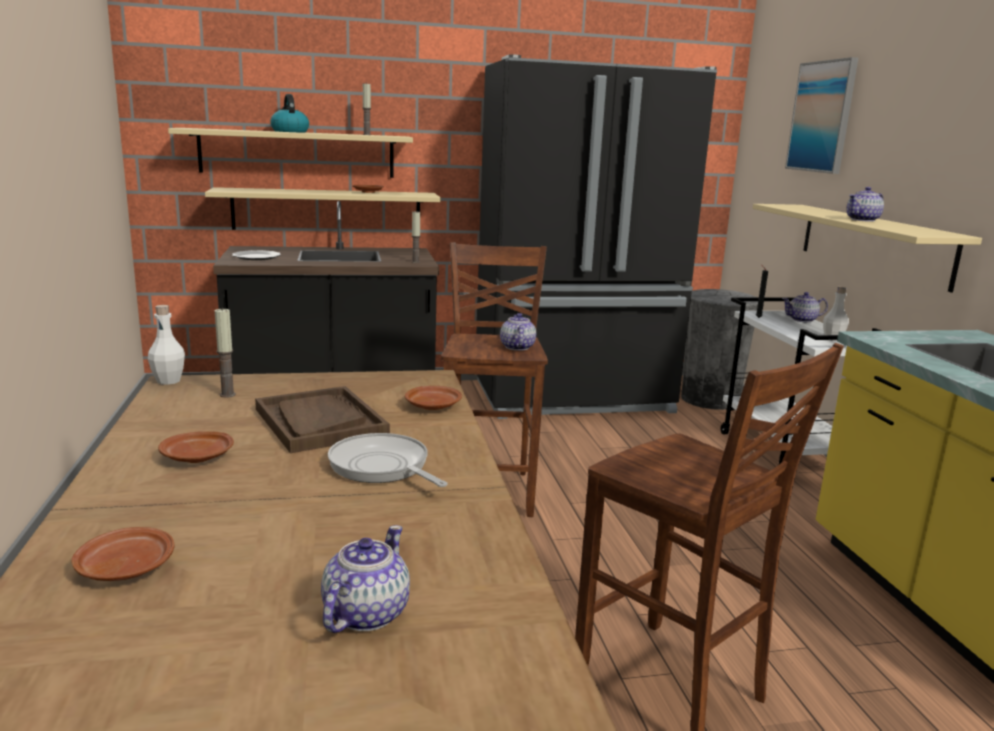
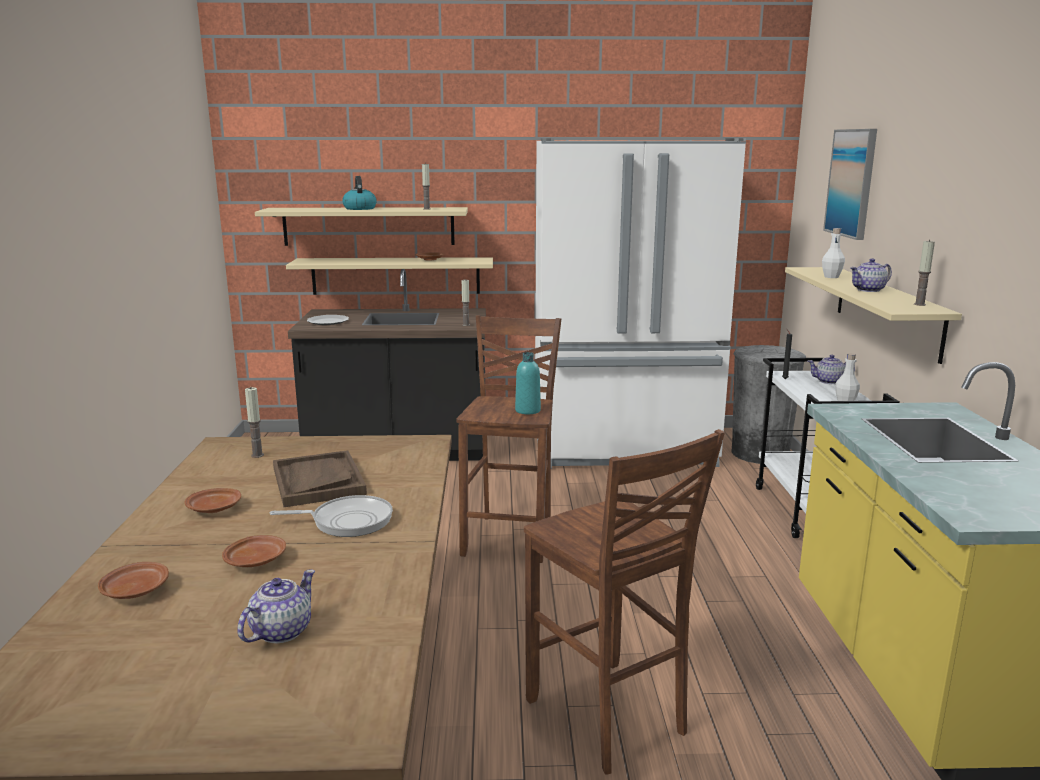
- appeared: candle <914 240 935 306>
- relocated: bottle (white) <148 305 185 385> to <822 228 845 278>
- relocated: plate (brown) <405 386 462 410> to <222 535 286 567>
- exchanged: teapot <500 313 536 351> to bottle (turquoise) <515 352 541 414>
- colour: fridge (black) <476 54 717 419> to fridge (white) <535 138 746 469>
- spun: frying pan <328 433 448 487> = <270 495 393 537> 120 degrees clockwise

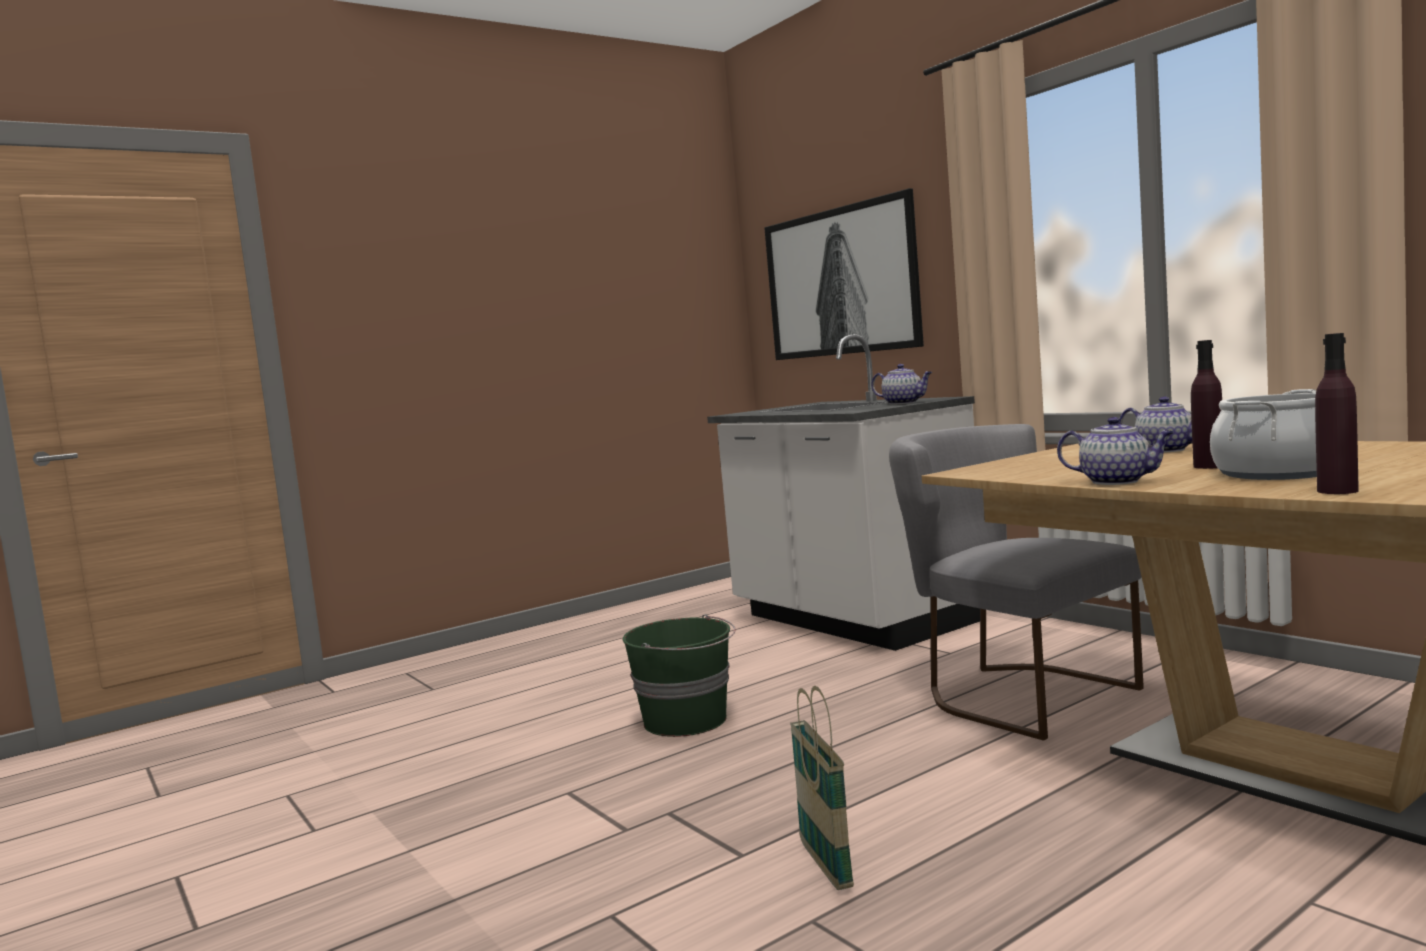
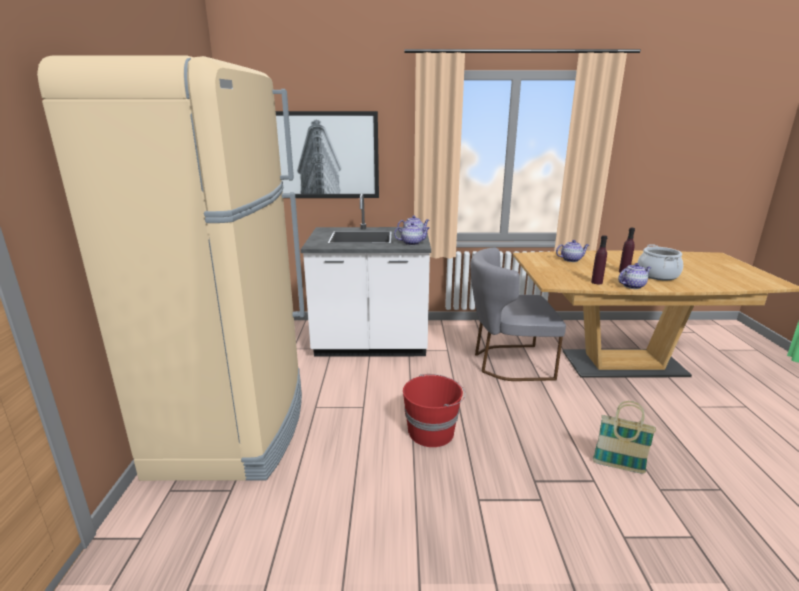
- appeared: fridge (beige) <37 56 305 481>
- appeared: teapot <394 222 430 245>
- relocated: bottle (purple) <1315 333 1359 494> to <591 235 607 284>
- colour: bucket (green) <623 614 736 737> to bucket (red) <403 374 466 447>

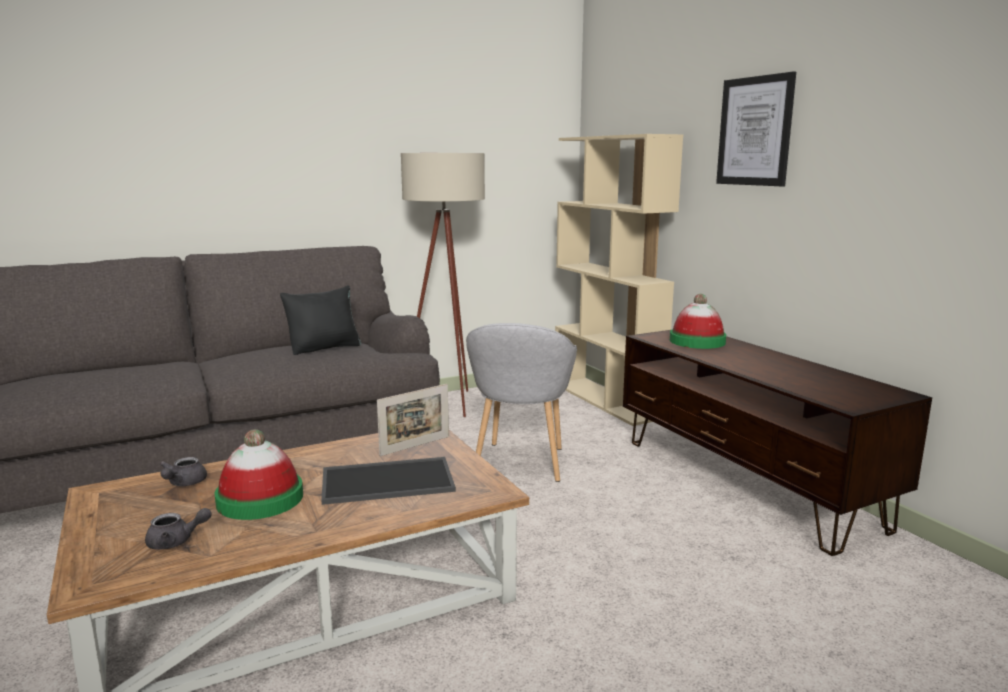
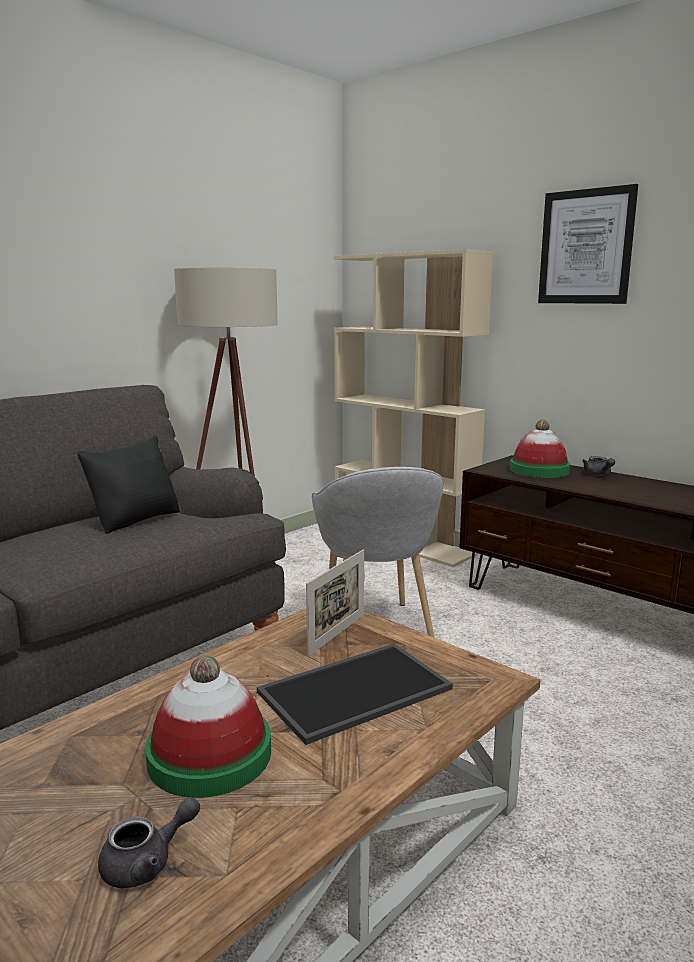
- relocated: teapot (grey) <160 457 207 486> to <582 456 615 476>

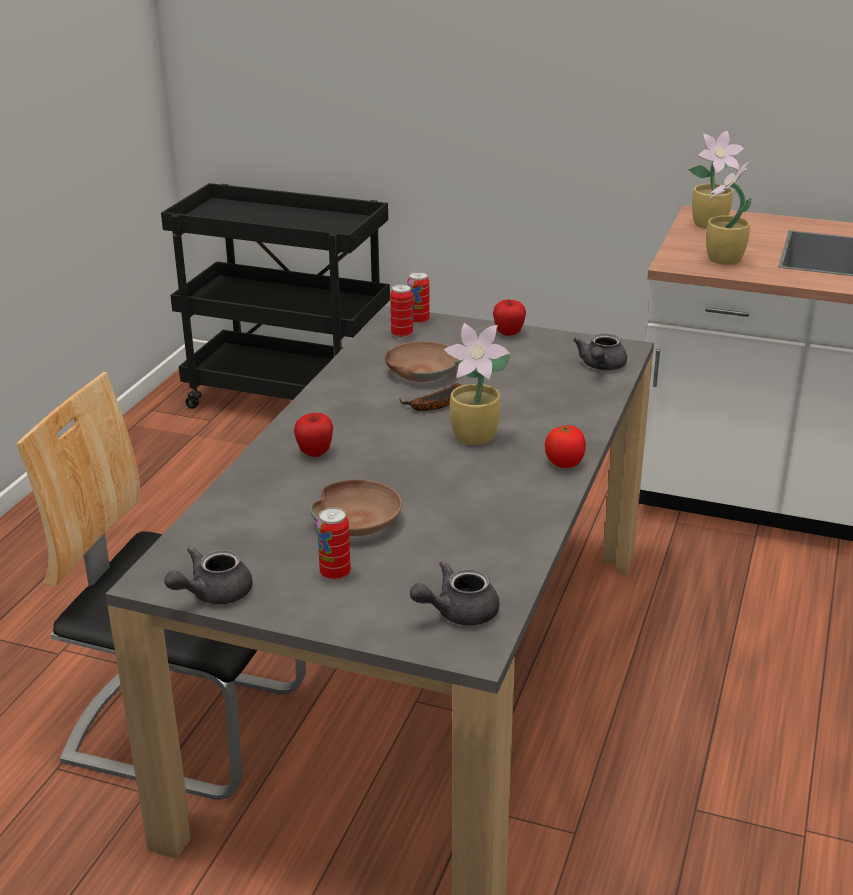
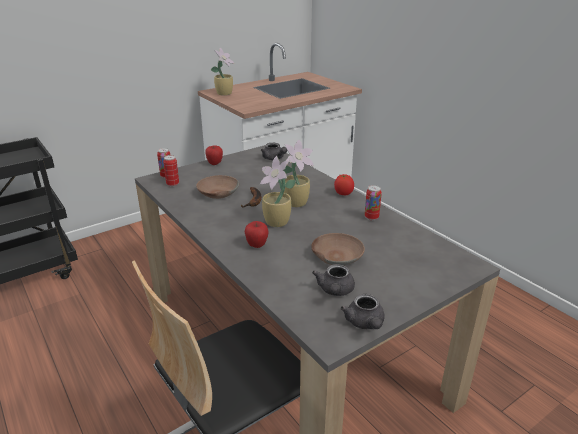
- relocated: can <317 507 351 581> to <365 185 382 220>
- relocated: teapot (grey) <410 560 499 626> to <312 264 355 296>
- relocated: potted plant <706 162 751 265> to <260 156 296 227>

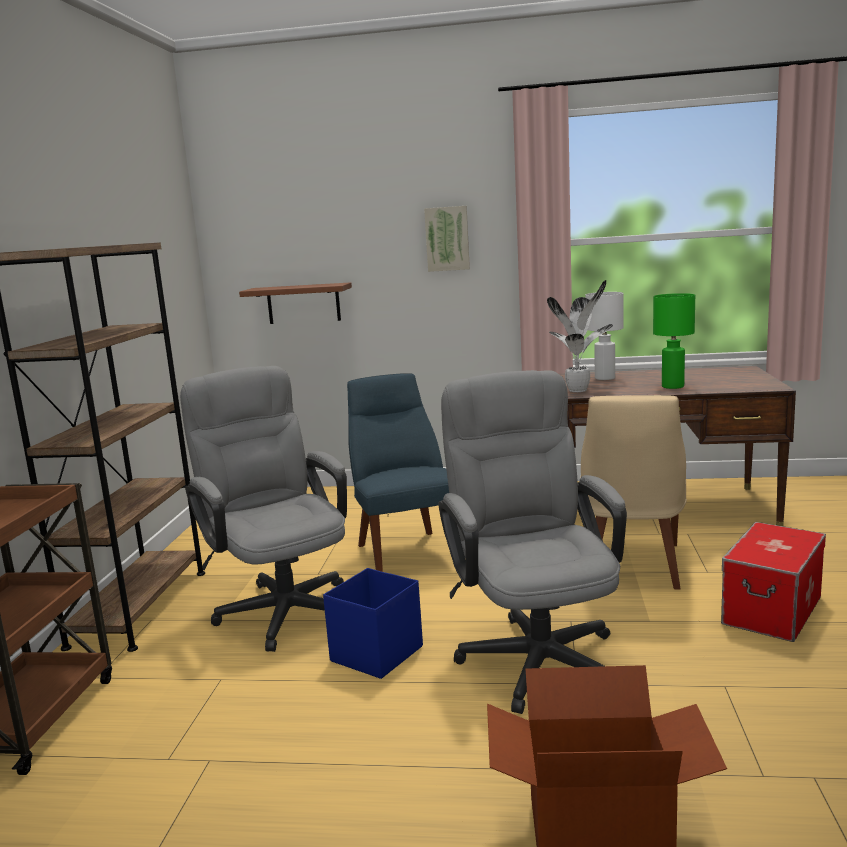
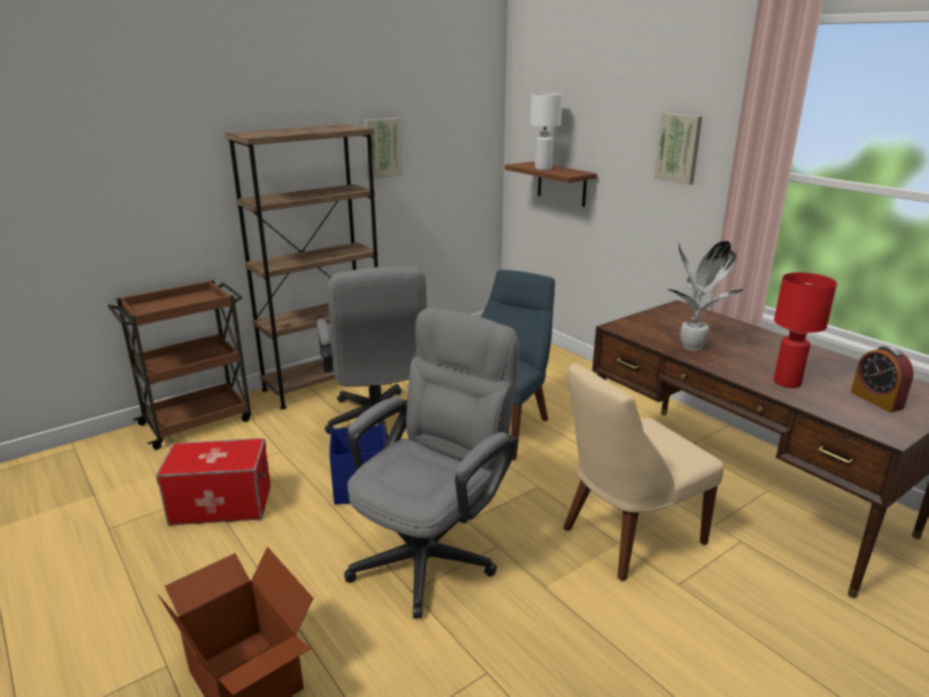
- appeared: picture <364 118 402 179>
- appeared: alarm clock <851 346 914 412>
- relocated: table lamp (white) <585 292 624 380> to <530 93 563 170>
- relocated: storage box <721 522 826 642> to <156 438 271 525>
- colour: table lamp (green) <653 293 695 389> to table lamp (red) <774 272 837 388>
- spun: office chair (grey) <180 366 347 652> = <317 266 427 441> 150 degrees clockwise

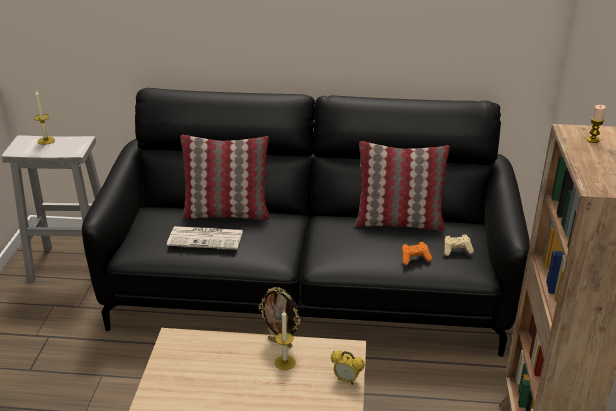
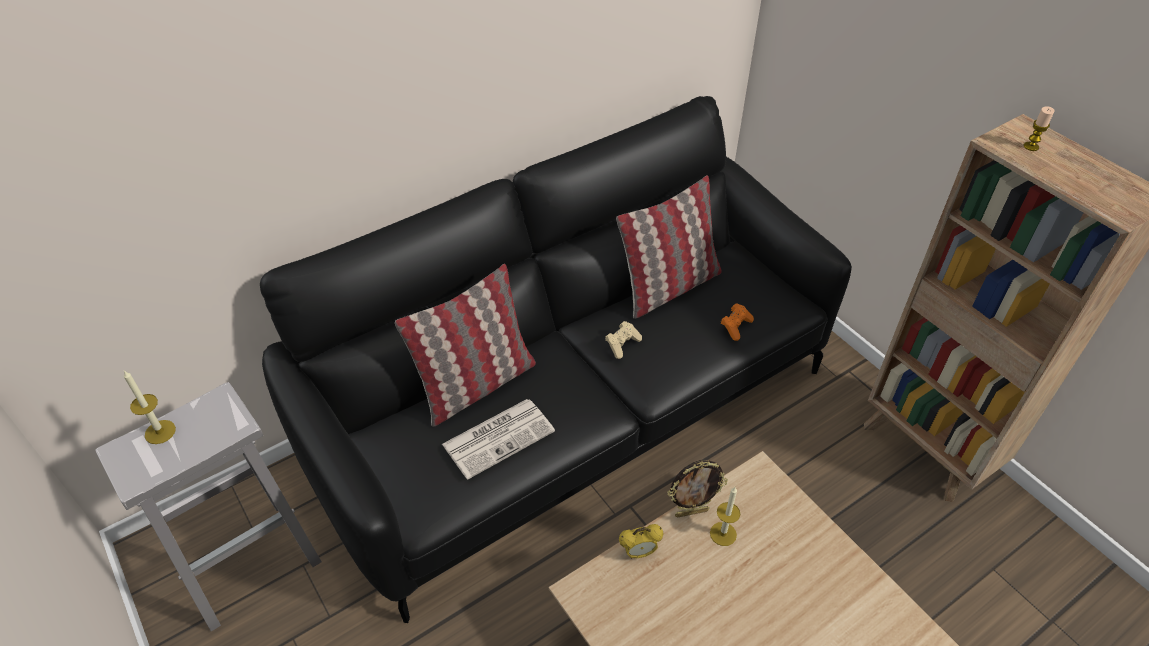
- relocated: alarm clock <331 350 365 385> to <619 524 663 559>
- relocated: game controller (beige) <444 234 474 256> to <605 321 642 359>

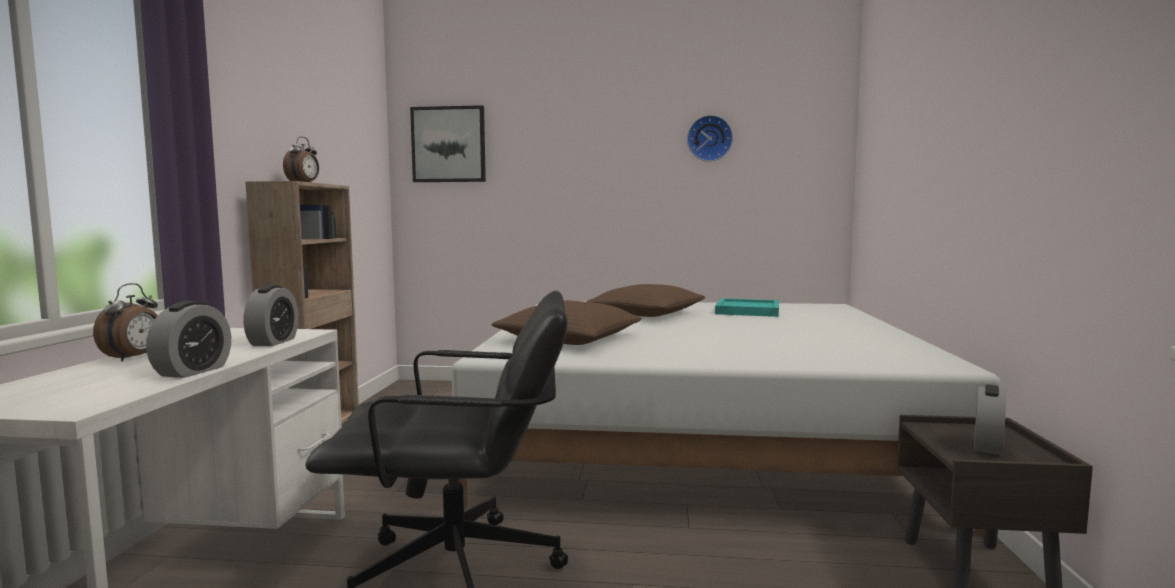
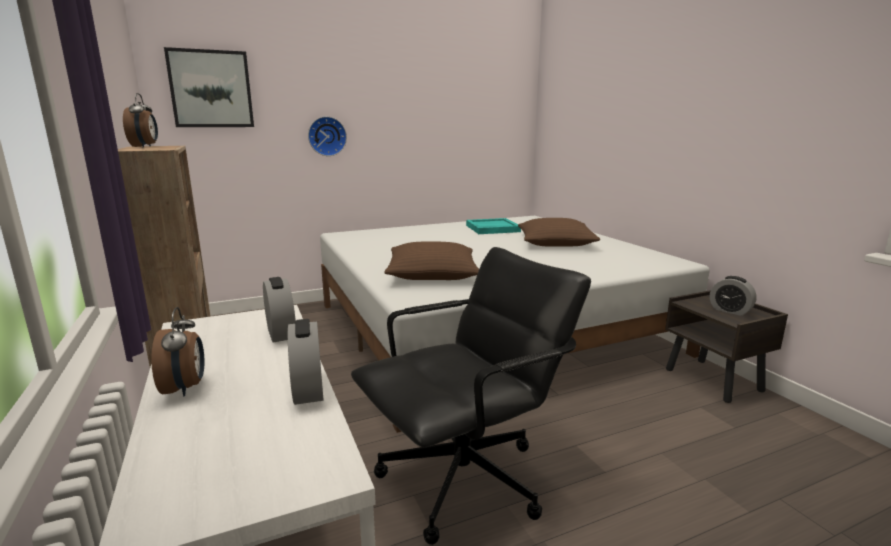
- relocated: pillow (brown) <587 284 705 317> to <518 218 600 246>
- relocated: wall clock <687 115 733 162> to <308 116 347 156>
- spun: alarm clock <974 385 1006 455> = <710 276 757 316> 135 degrees clockwise

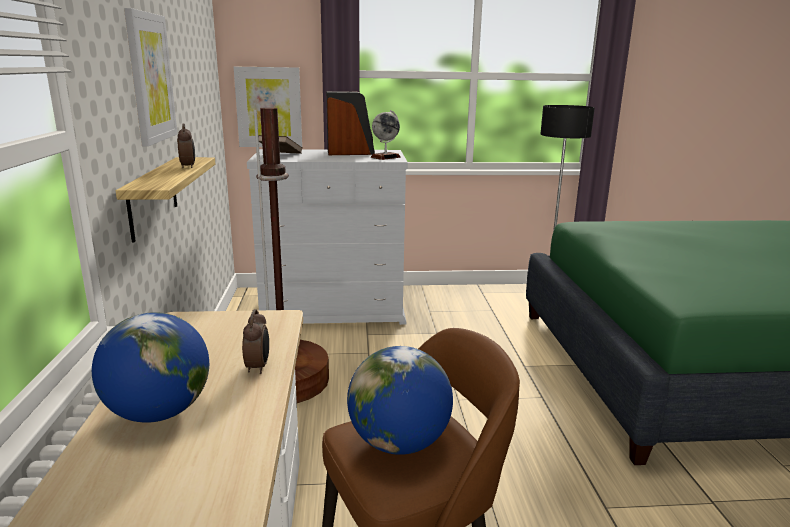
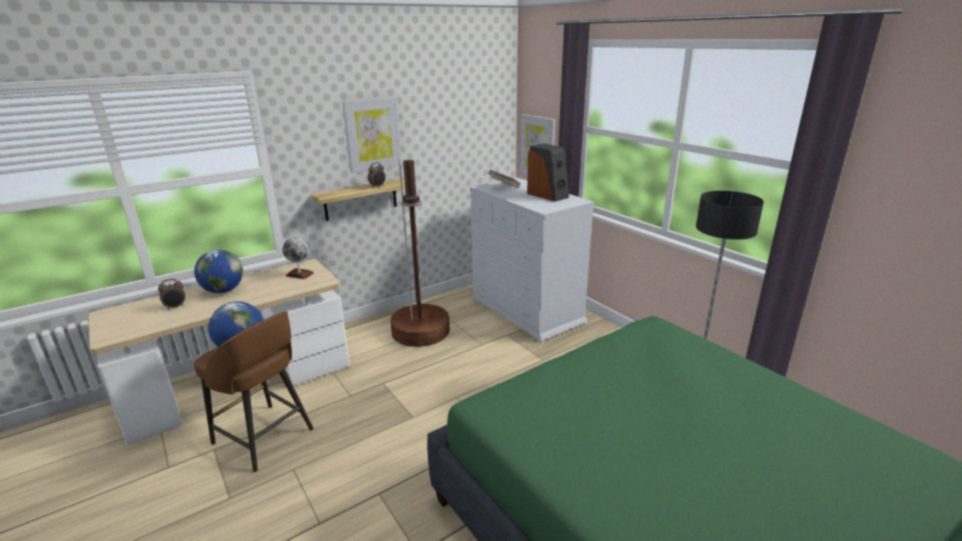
- relocated: alarm clock <242 309 269 374> to <158 279 185 310>
- relocated: globe <371 110 401 160> to <283 237 314 279>

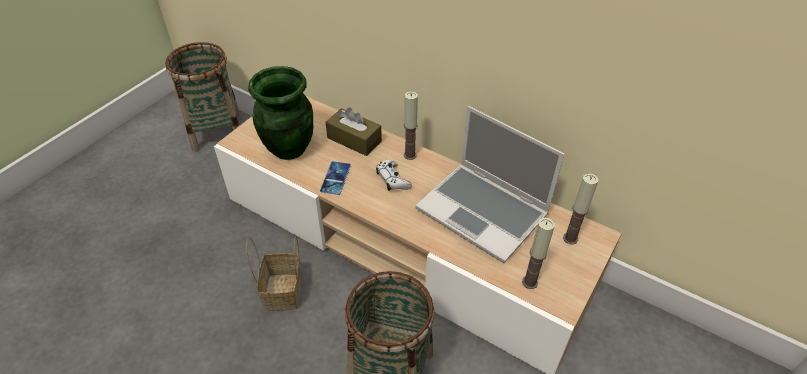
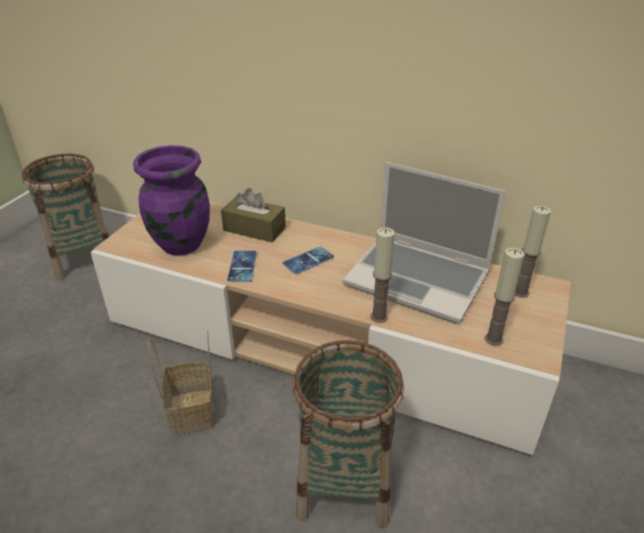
- relocated: candle <404 91 418 160> to <371 227 395 323>
- exchanged: game controller (white) <376 159 412 191> to phone <283 246 334 274>
- colour: vase (green) <248 66 313 160> to vase (purple) <133 145 210 256>

